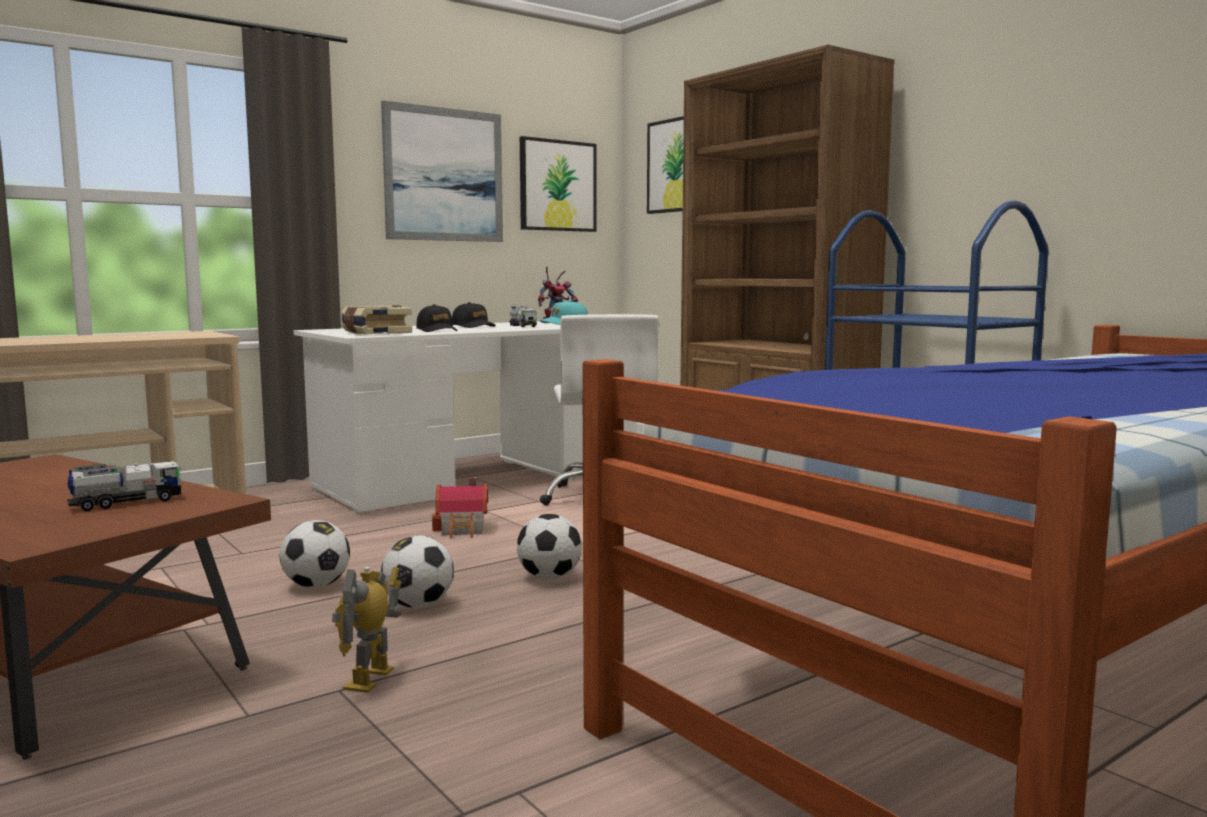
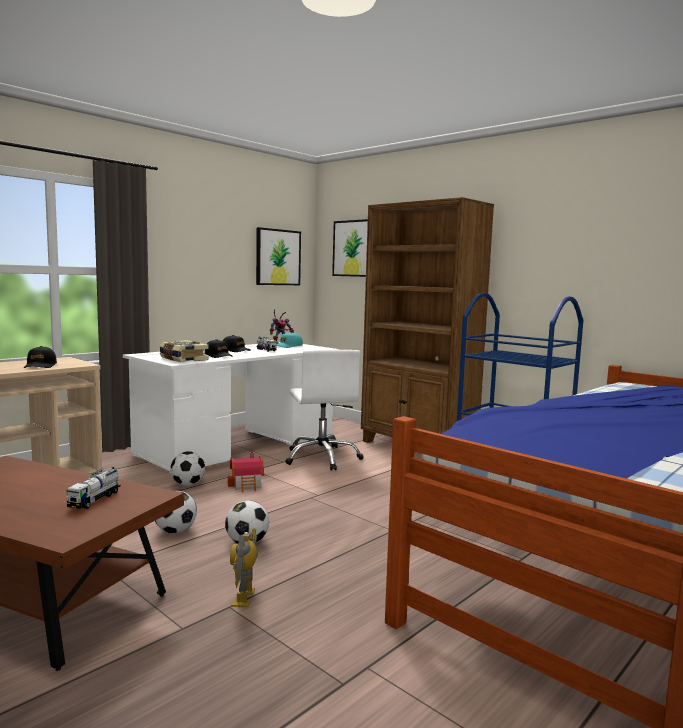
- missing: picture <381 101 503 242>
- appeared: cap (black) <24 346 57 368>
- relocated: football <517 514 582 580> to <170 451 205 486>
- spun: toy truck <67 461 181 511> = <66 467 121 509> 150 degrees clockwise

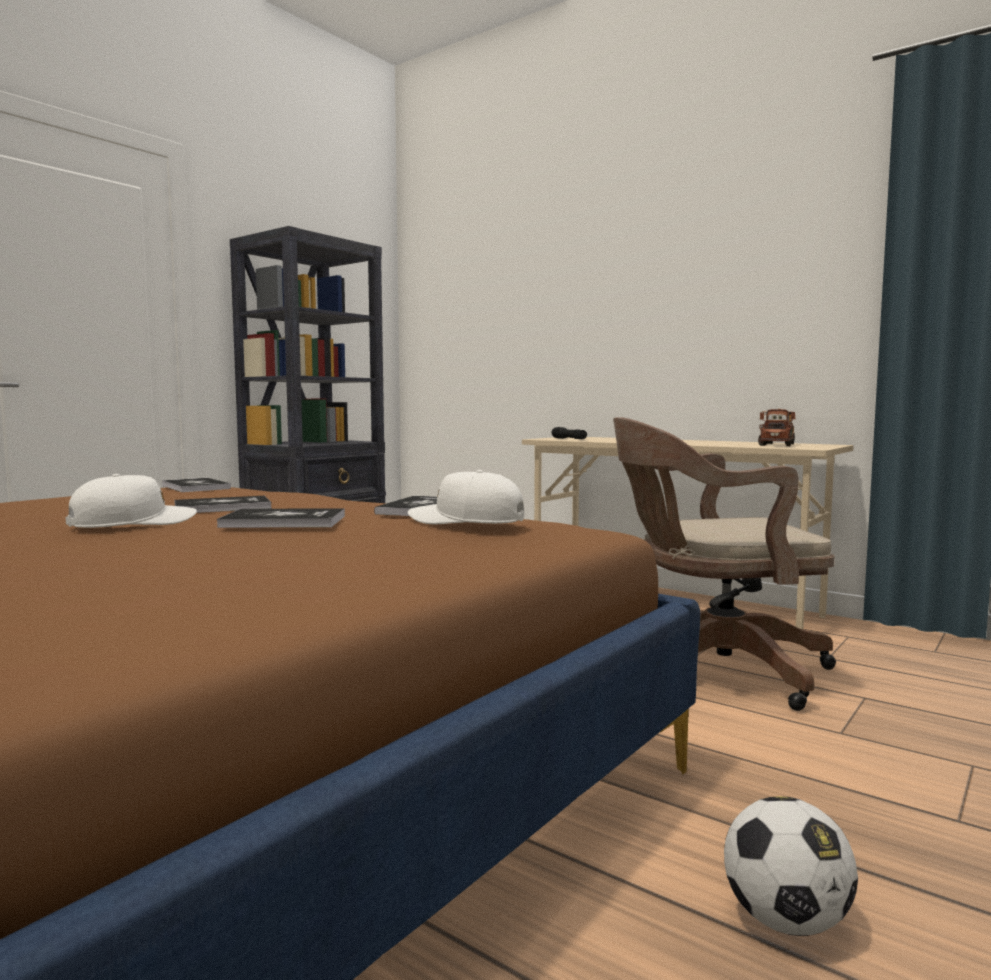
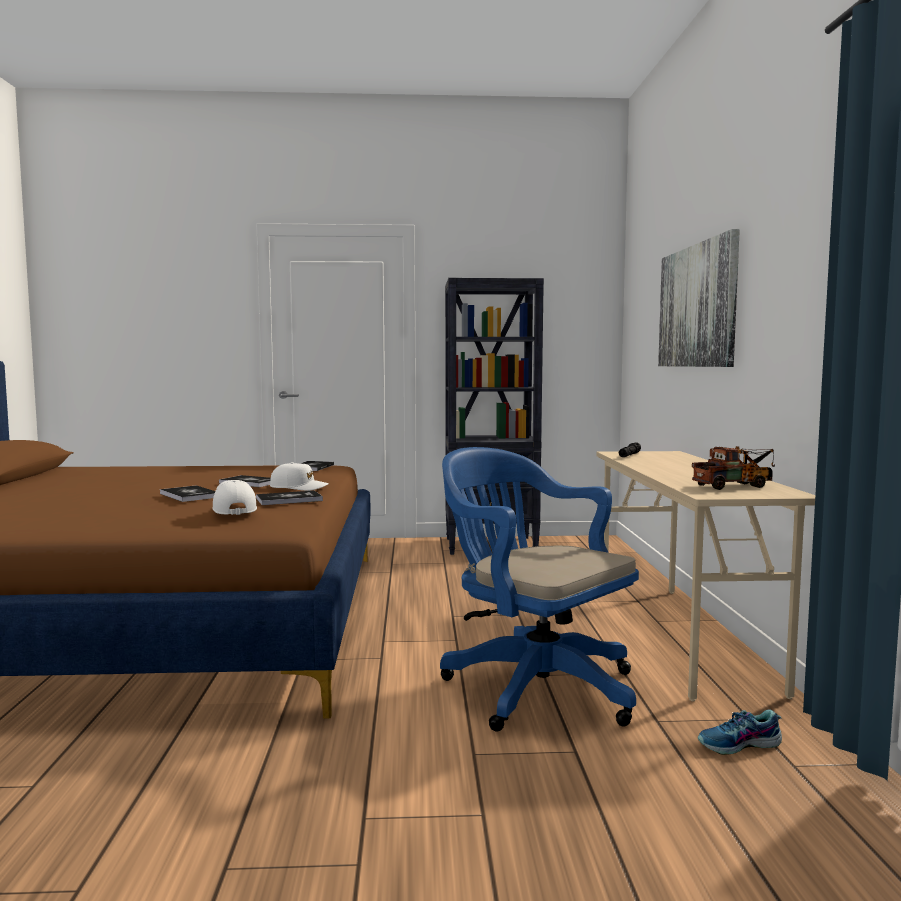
- missing: football <724 796 858 936>
- appeared: picture <658 229 740 367>
- appeared: shoe <698 709 782 755>
- relocated: cap (white) <66 474 197 528> to <270 462 329 491>
- colour: office chair (brown) <613 417 836 711> to office chair (blue) <440 447 639 731>

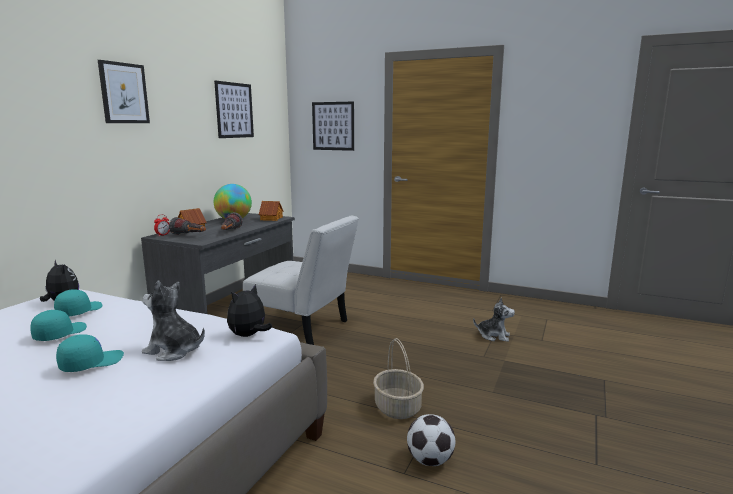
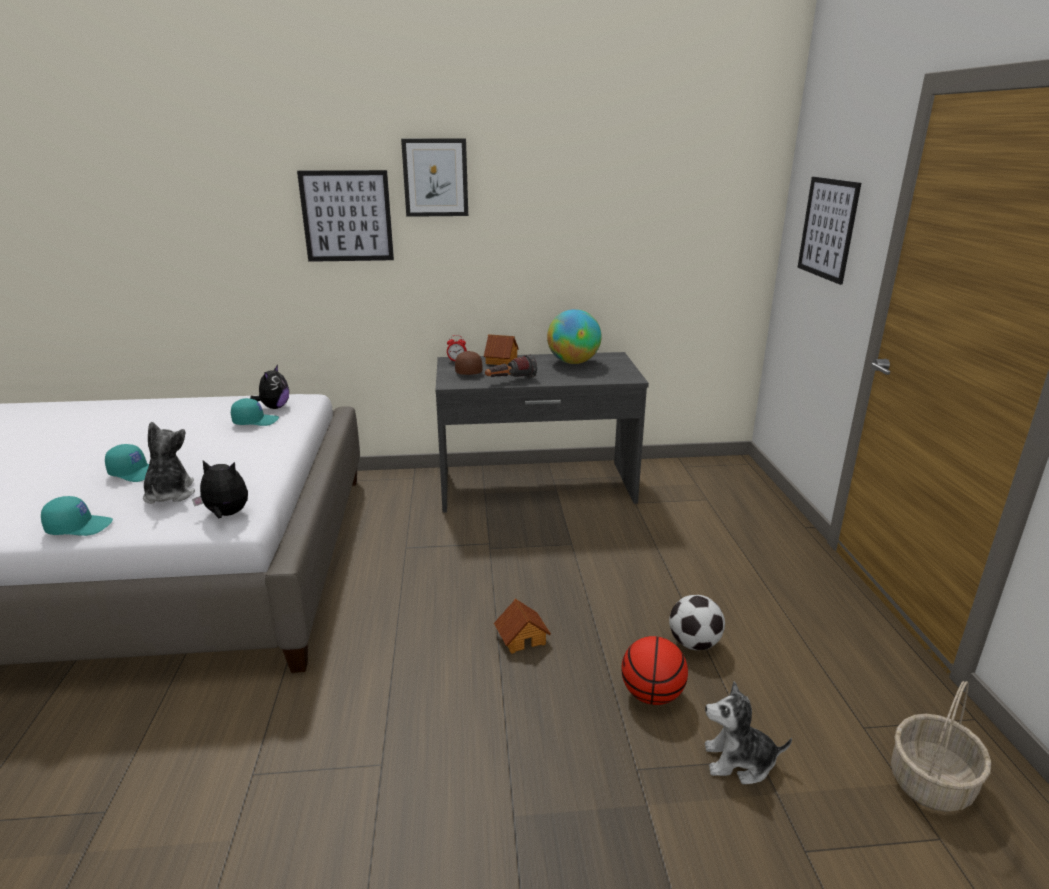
- missing: chair (white) <243 215 359 345>
- appeared: basketball <621 636 688 705>
- relocated: cap (turquoise) <30 310 87 341> to <41 496 113 536>
- relocated: picture <214 81 254 138> to <297 170 394 262>
- relocated: toy house <258 201 283 221> to <494 598 551 654>
- relocated: basket <373 338 424 419> to <891 681 991 812>
- relocated: football <407 414 456 466> to <669 595 725 650>
- exchanged: flashlight <169 217 206 235> to cap (brown) <455 351 482 375>
- spun: plush toy <473 297 515 342> = <705 681 792 785> 105 degrees clockwise

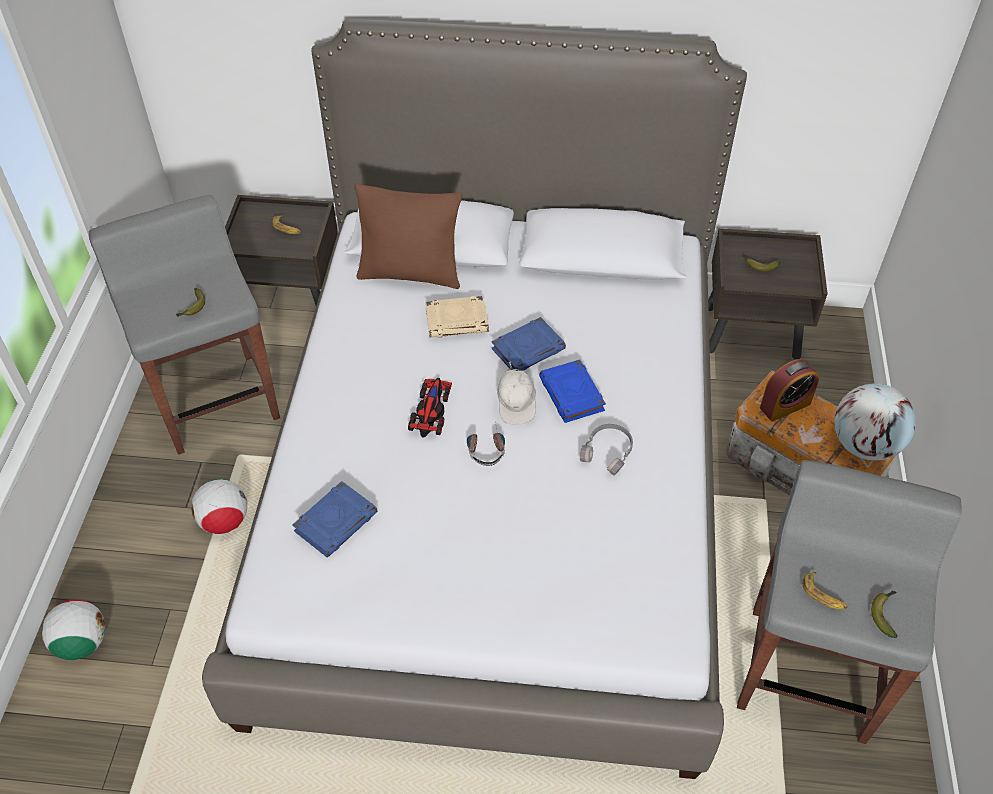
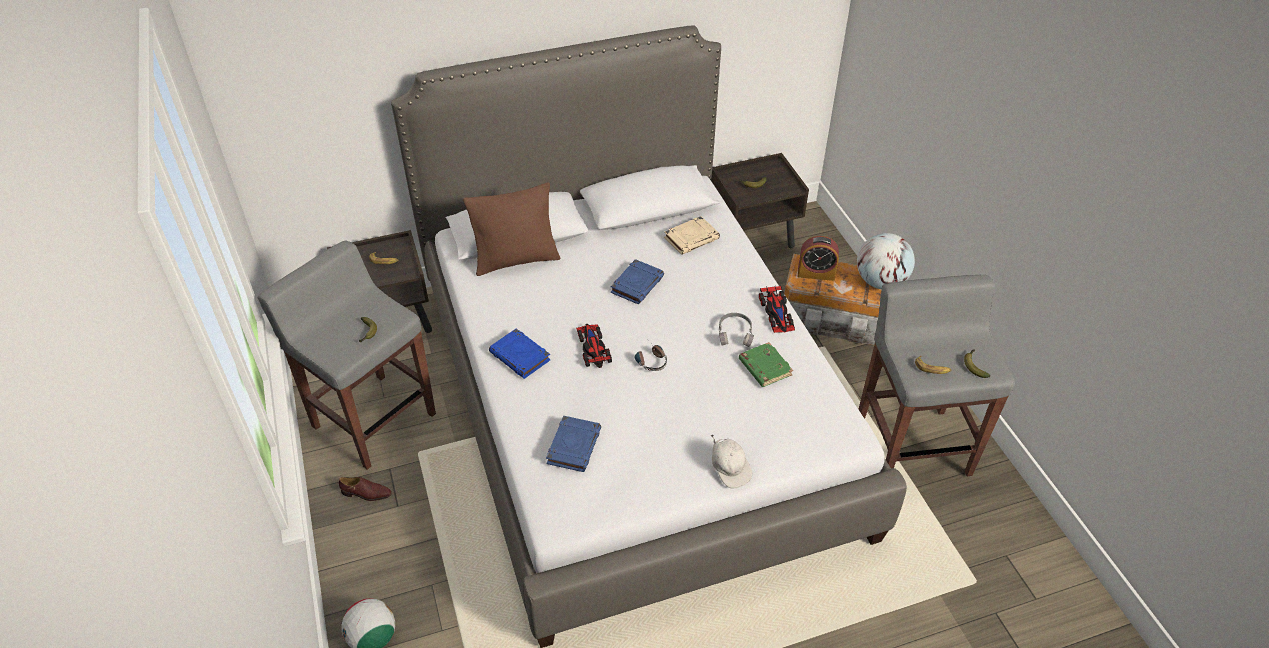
- missing: football <191 479 247 534>
- appeared: shoe (brown) <339 477 392 501>
- appeared: book (green) <739 342 793 387>
- appeared: toy car <759 286 795 333>
- relocated: book (beige) <425 296 489 338> to <664 216 720 255>
- relocated: cap (white) <497 361 536 425> to <711 434 752 489>
- relocated: book (blue) <539 360 606 423> to <489 328 551 379>
- spun: alarm clock <760 359 819 421> = <798 236 839 281> 60 degrees clockwise

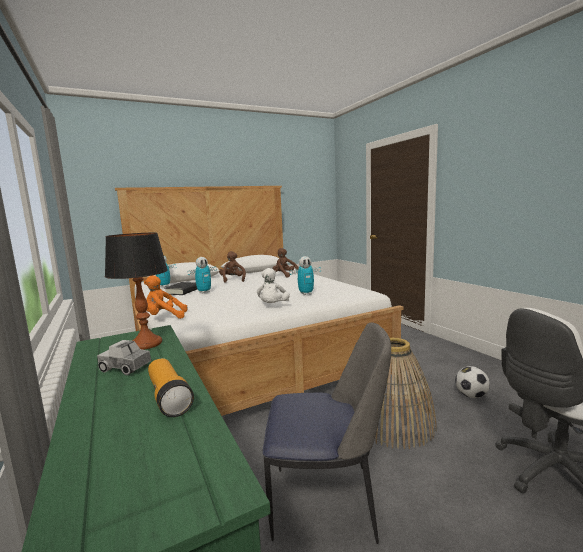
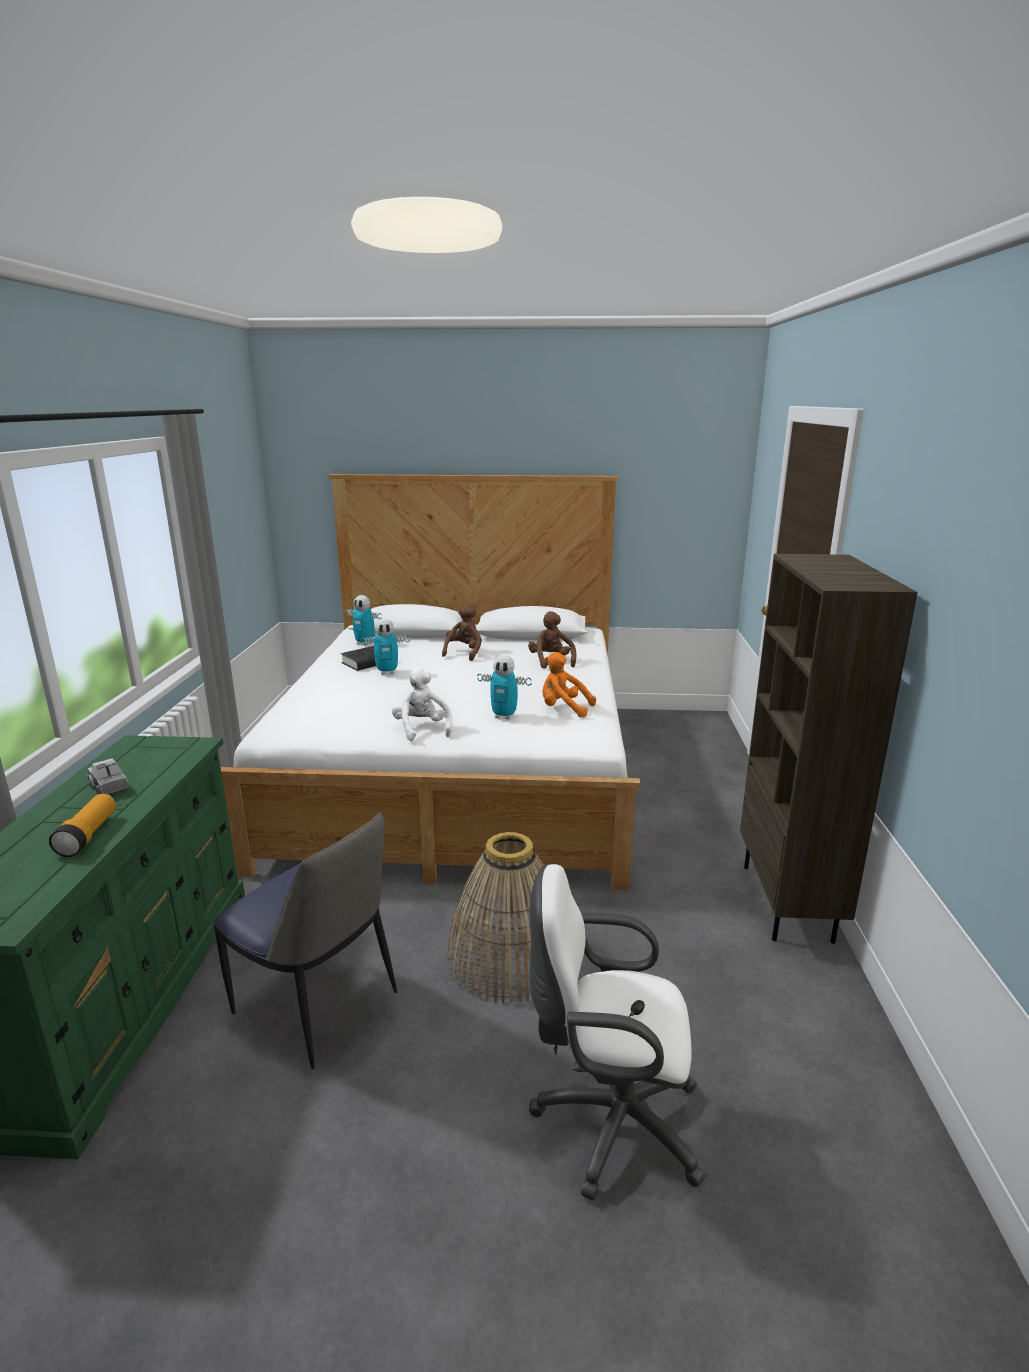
- missing: table lamp <105 233 168 350>
- missing: football <455 366 490 398>
- appeared: bookcase (brown) <740 554 918 944>
- relocated: plush toy (orange) <144 275 188 319> to <542 652 596 717>
- spun: plush toy (white) <257 268 290 303> = <392 667 452 741> 120 degrees clockwise

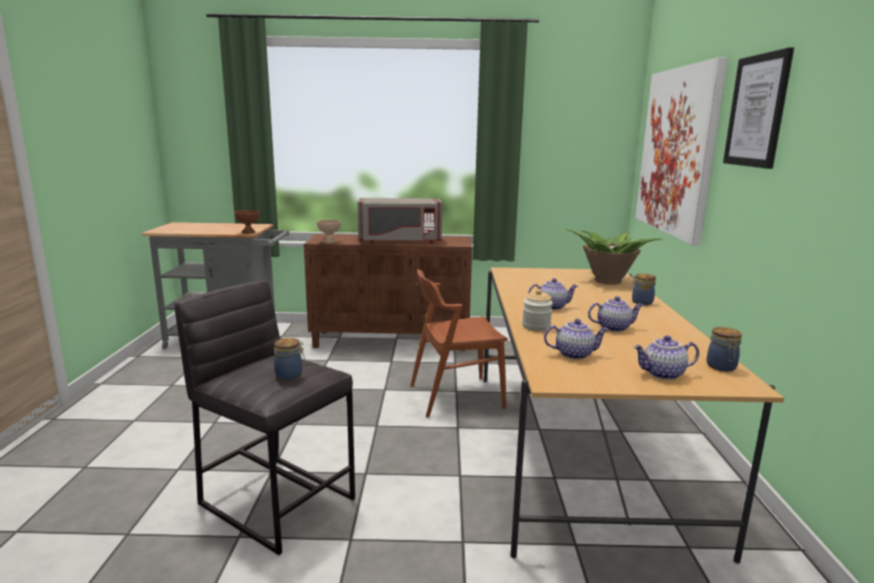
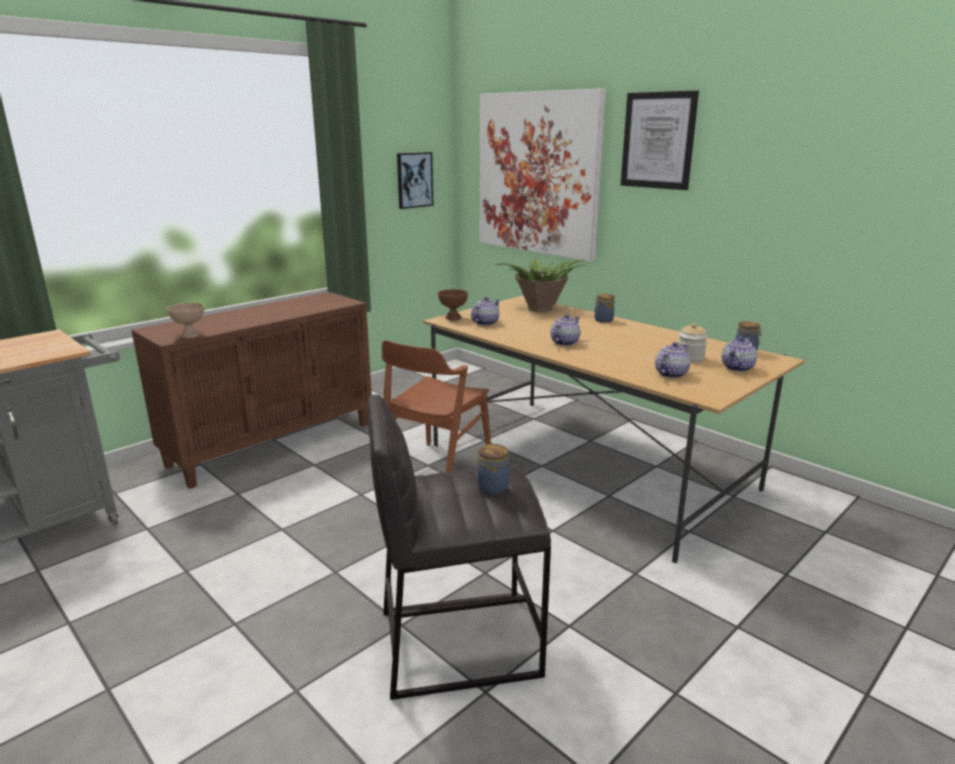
- missing: microwave (grey) <358 198 442 243>
- appeared: picture <397 152 433 209>
- relocated: bowl (brown) <234 210 260 234> to <438 289 468 320>
- relocated: jar <522 289 553 331> to <678 323 708 363>
- relocated: teapot <588 296 643 332> to <471 297 500 325>

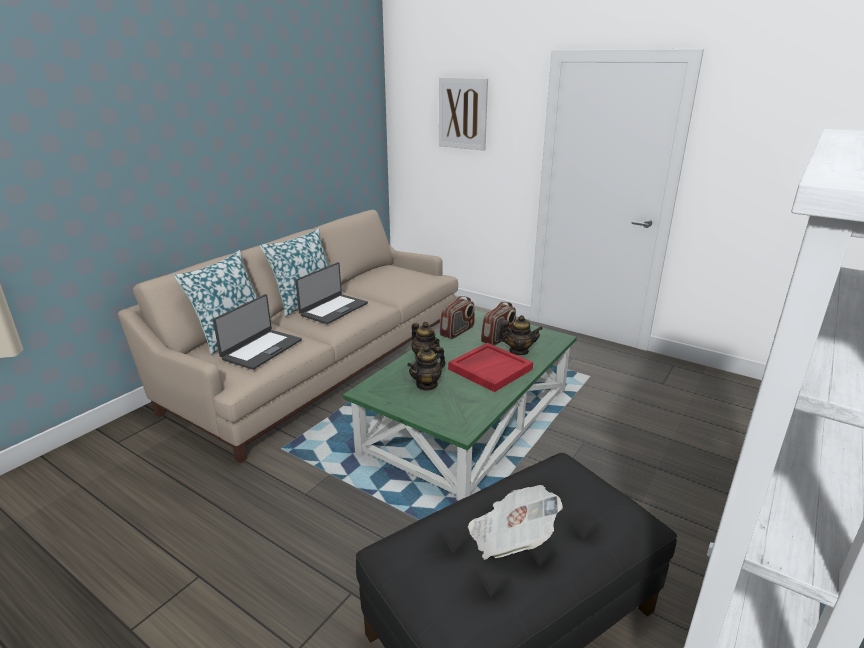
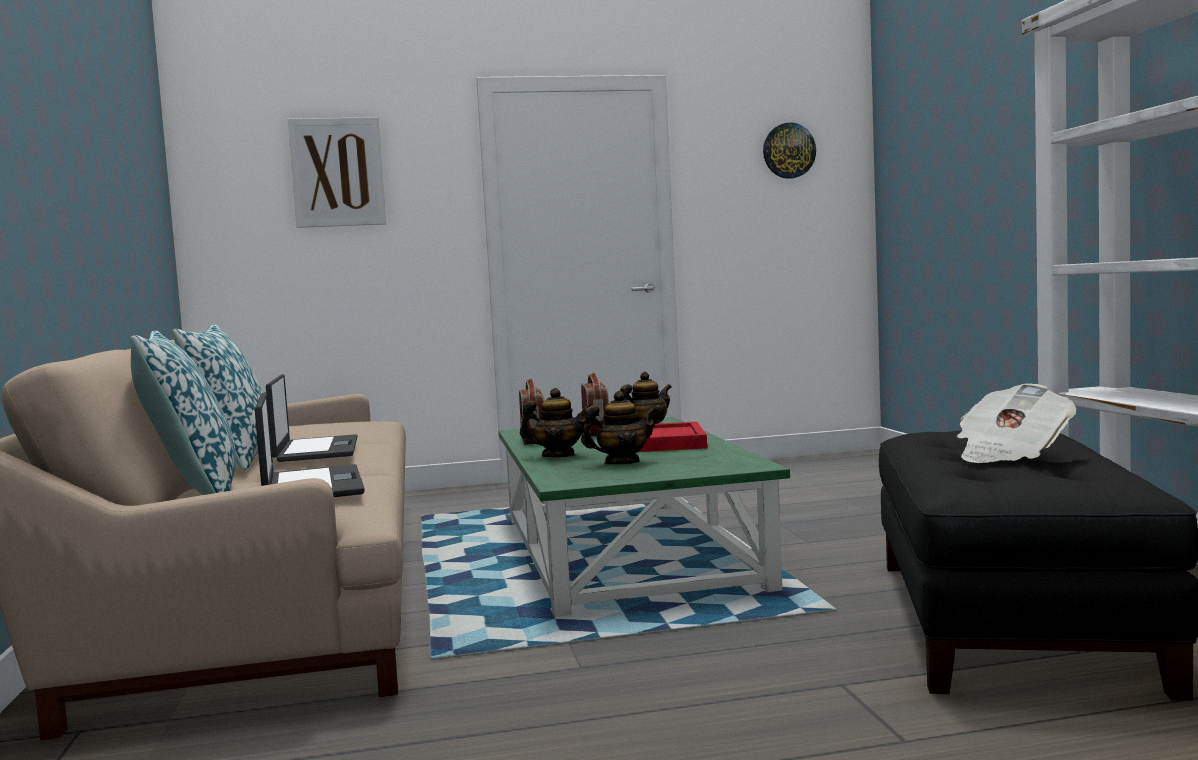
- appeared: wall clock <763 123 816 179>
- spun: teapot <407 345 445 391> = <581 391 658 464> 105 degrees counterclockwise

